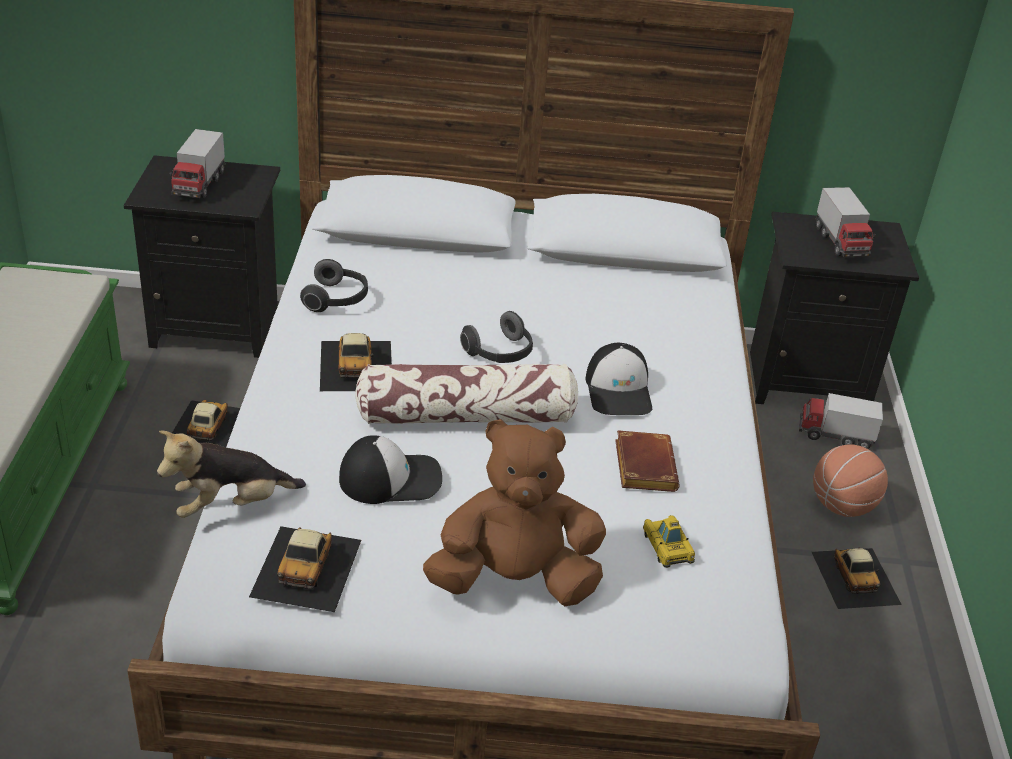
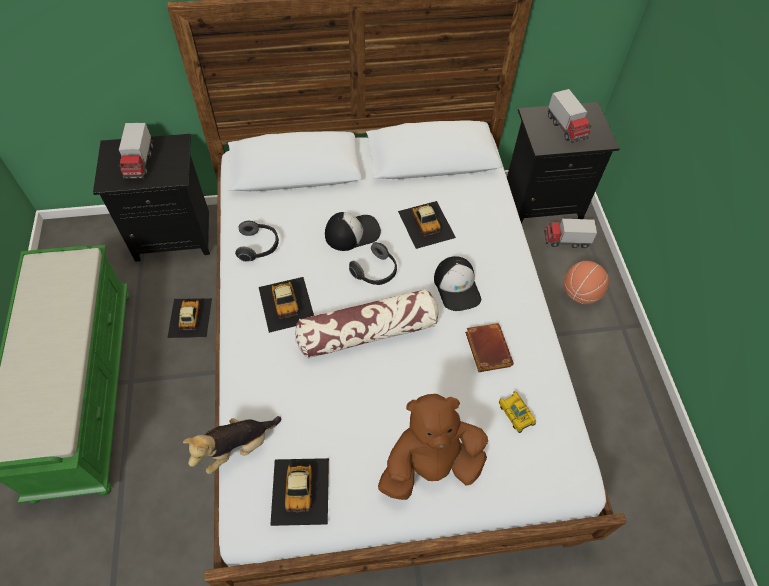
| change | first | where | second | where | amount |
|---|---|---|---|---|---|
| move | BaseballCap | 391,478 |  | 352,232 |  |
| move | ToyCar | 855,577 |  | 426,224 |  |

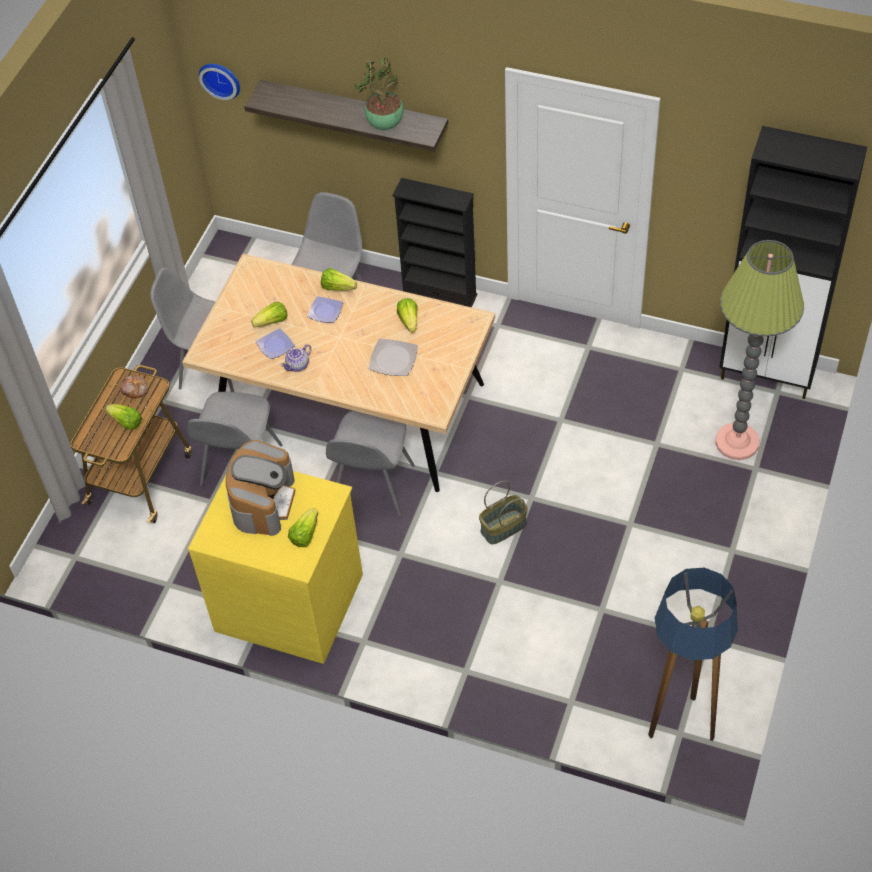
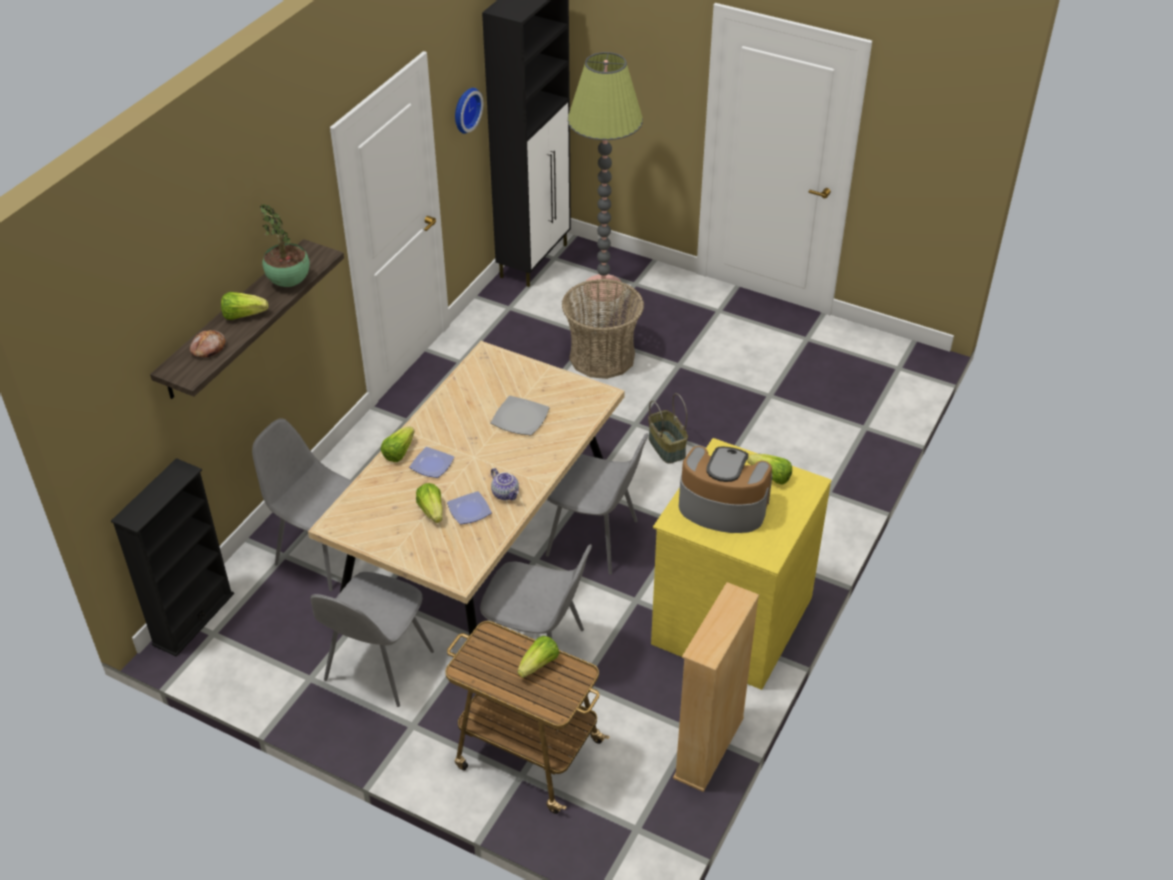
| change | first | where | second | where | amount |
|---|---|---|---|---|---|
| move | HangingClock | 221,78 |  | 465,109 |  |
| move | BlackColouredBookshelf | 439,295 |  | 193,619 |  |
| move | Lettuce | 409,321 |  | 243,315 |  |
| move | BakeryBread | 135,389 |  | 208,348 |  |
| delete | StandardLamp | 678,726 |  |  |  |
| insert |  |  | StorageBasket | 602,357 |  |
| insert |  |  | BeigeBookshelf | 709,748 |  |

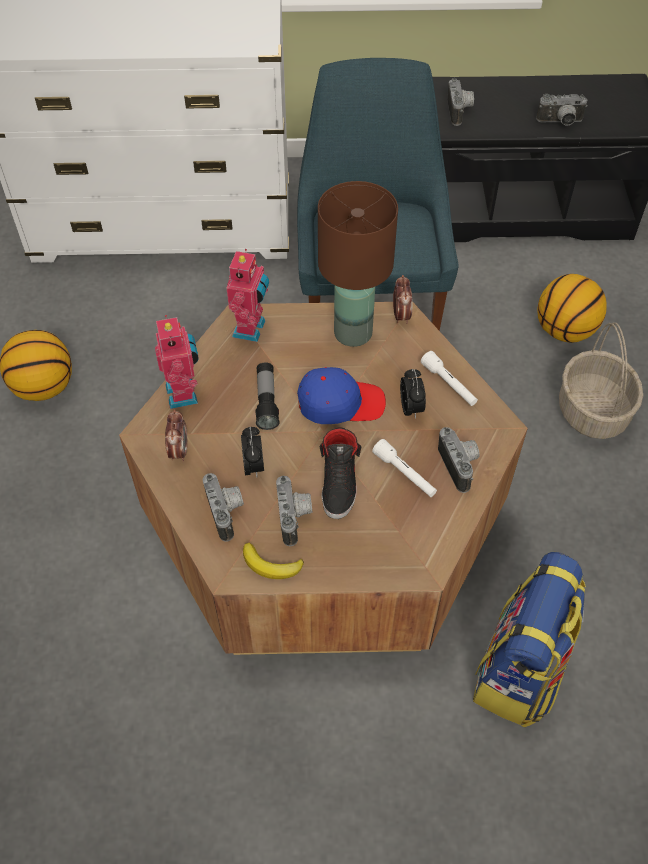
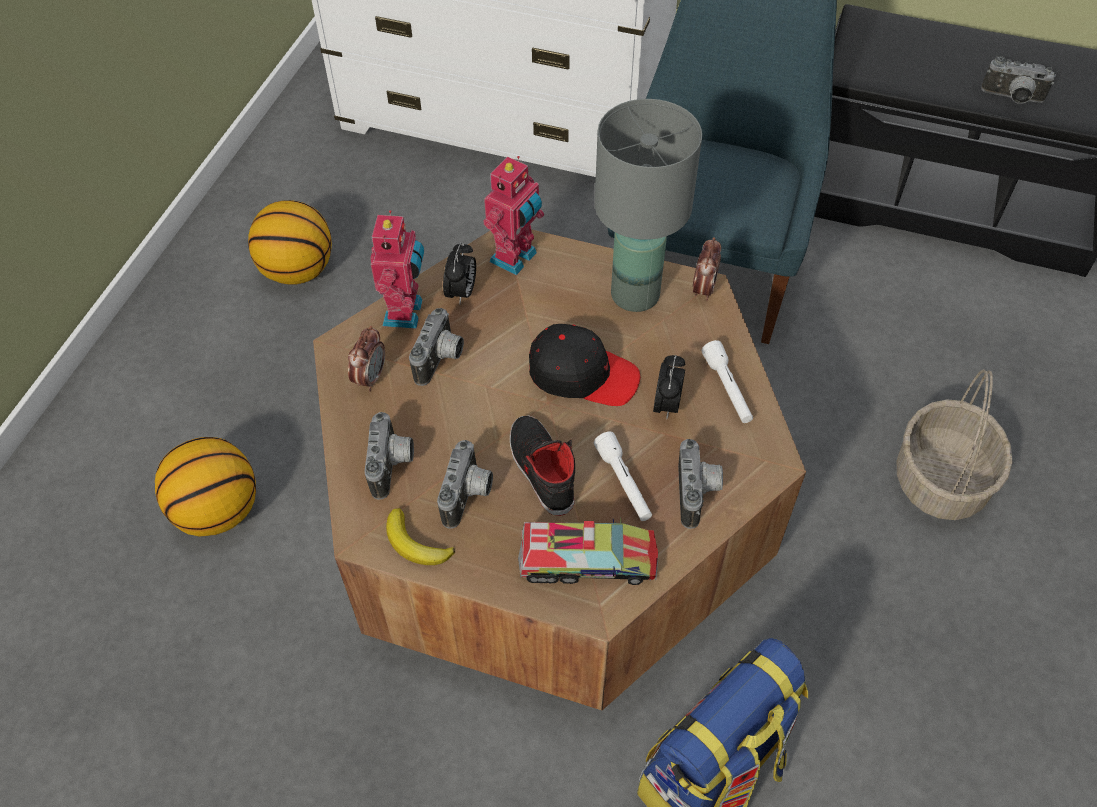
| change | first | where | second | where | amount |
|---|---|---|---|---|---|
| move | PhotoCamera | 460,112 |  | 441,360 |  |
| recolor | BrownTableLamp | 354,333 | GreyTableLamp | 636,295 |  |
| move | BasketballBall | 564,330 |  | 217,510 |  |
| delete | HandTorch | 266,401 |  |  |  |
| recolor | BluishBaseballCap | 340,403 | BlackColouredBaseballCap | 582,374 |  |
| move | TableClock | 254,467 |  | 461,293 |  |
| rotate | BlackColouredShoe | 339,482 |  | 540,469 | 135 degrees clockwise |
| insert |  |  | ModelTruck | 587,561 |  |

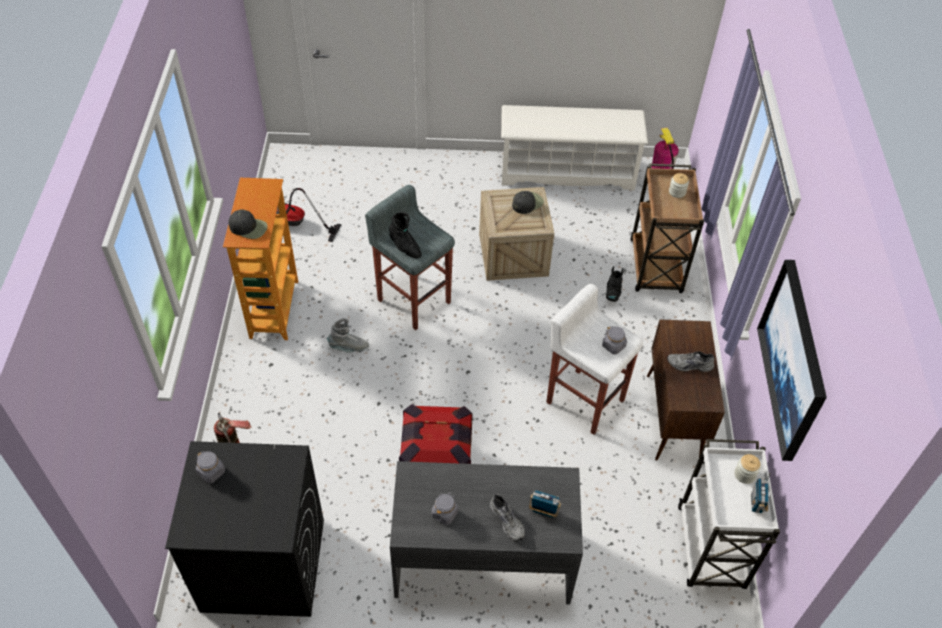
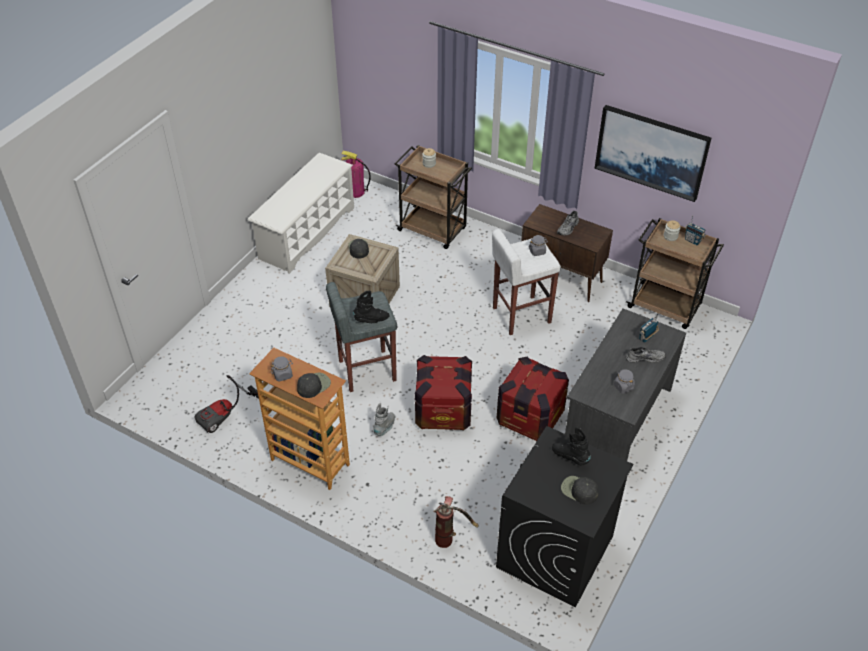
| change | first | where | second | where | amount |
|---|---|---|---|---|---|
| move | BlackColouredTallBoot | 613,293 |  | 570,457 |  |
| recolor | WhiteColouredTrolley | 711,549 | BrownTrolley | 665,307 |  |
| move | GreyStorageJar | 211,472 |  | 283,374 |  |
| insert |  |  | PackingCrate | 443,411 |  |
| insert |  |  | BlackColouredBaseballCap | 579,490 |  |

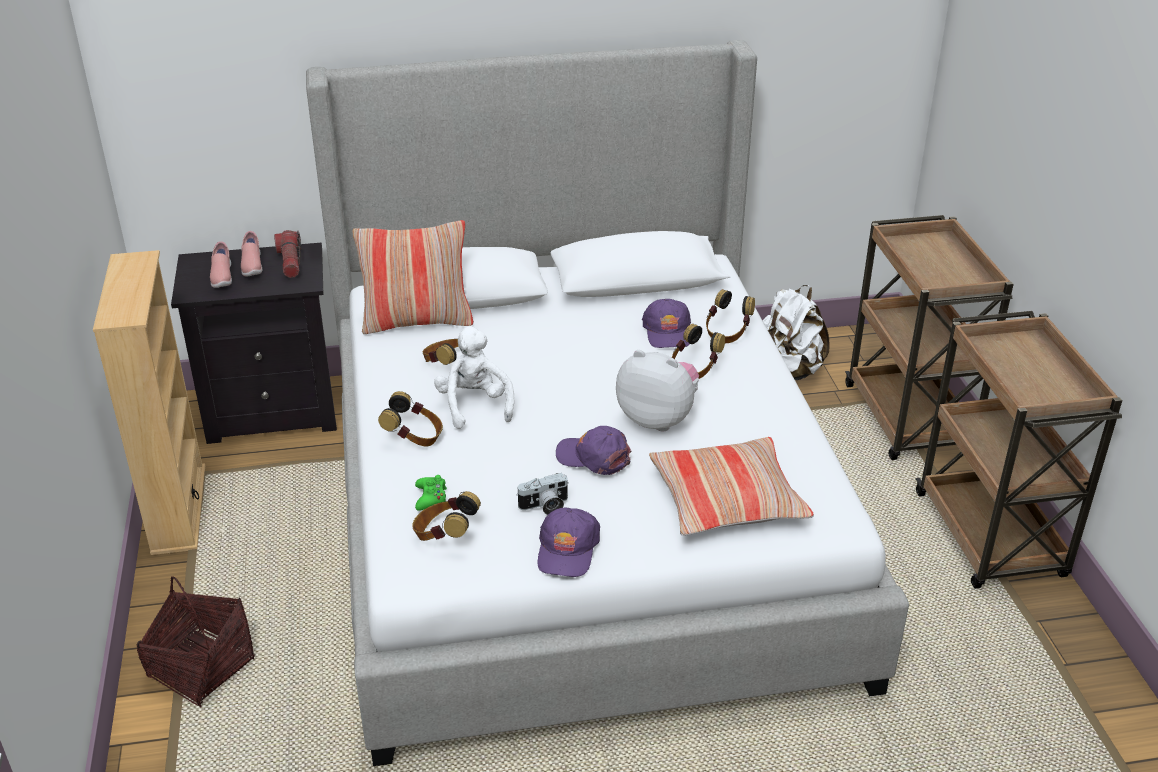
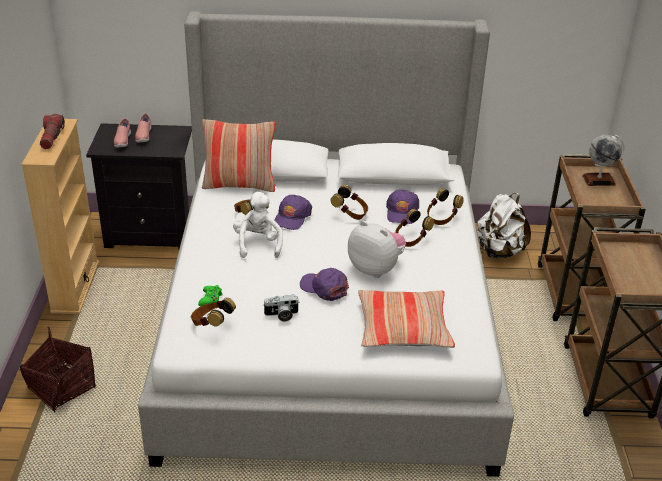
| change | first | where | second | where | amount |
|---|---|---|---|---|---|
| move | HandTorch | 290,262 |  | 52,137 |  |
| move | Headphones | 414,438 |  | 350,214 |  |
| move | PurplishBaseballCap | 567,549 |  | 292,217 |  |
| insert |  |  | WorldGlobe | 599,180 |  |

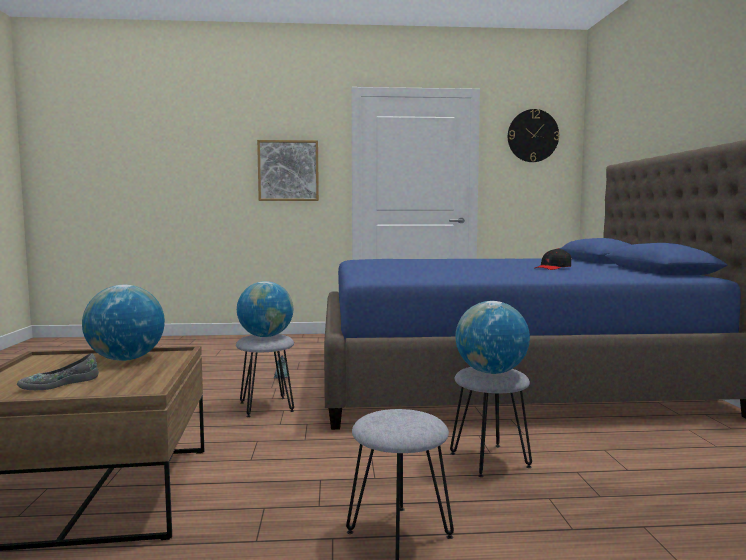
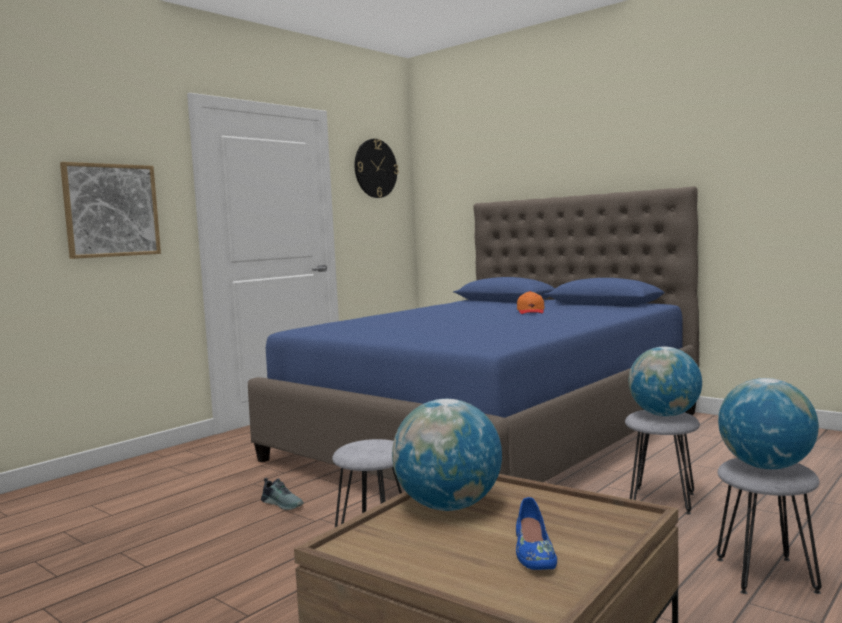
| change | first | where | second | where | amount |
|---|---|---|---|---|---|
| recolor | BlackColouredBaseballCap | 553,268 | OrangeyBaseballCap | 531,311 |  |
| move | WorldGlobe | 266,336 |  | 766,466 |  |
| recolor | GreyShoe | 59,384 | BluishShoe | 533,552 |  |

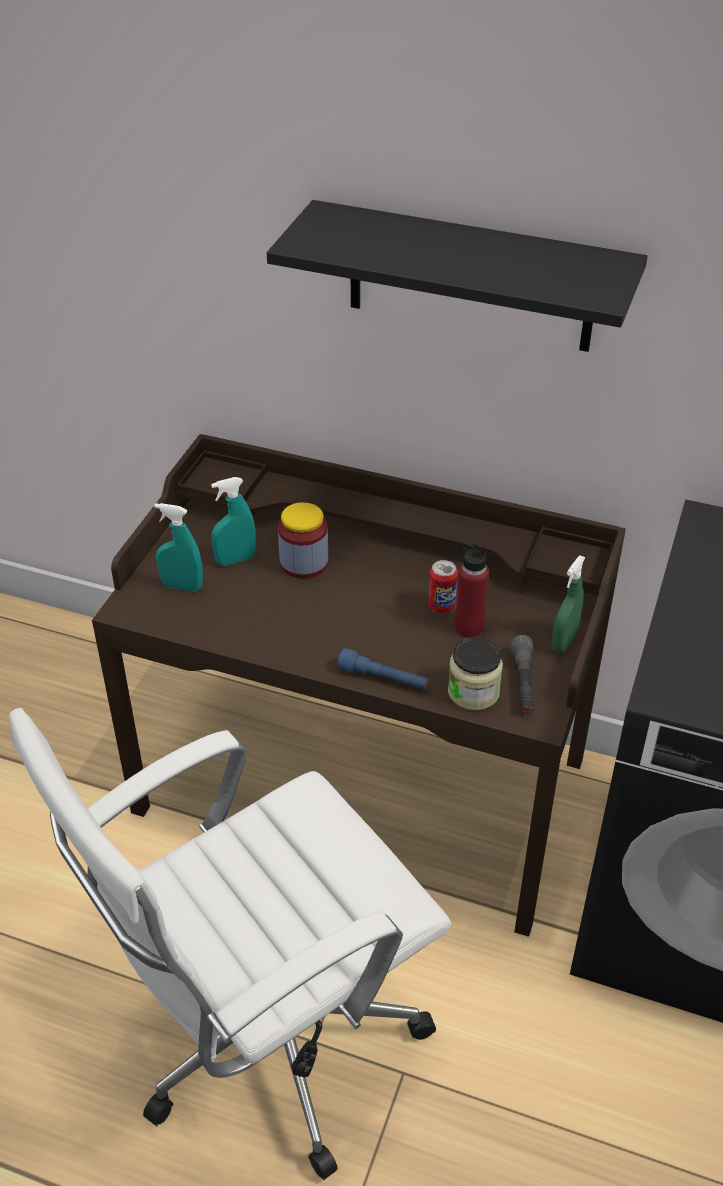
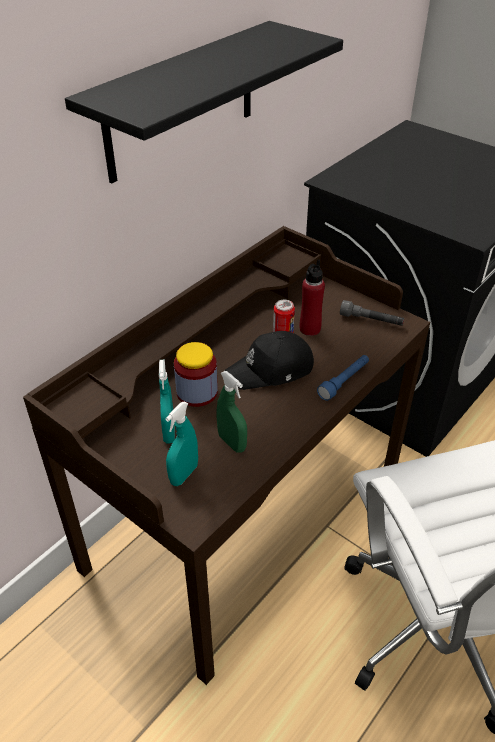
| change | first | where | second | where | amount |
|---|---|---|---|---|---|
| move | GreenishHandSprayer | 564,642 |  | 232,443 |  |
| delete | StorageJar | 473,692 |  |  |  |
| insert |  |  | BlackColouredBaseballCap | 271,370 |  |

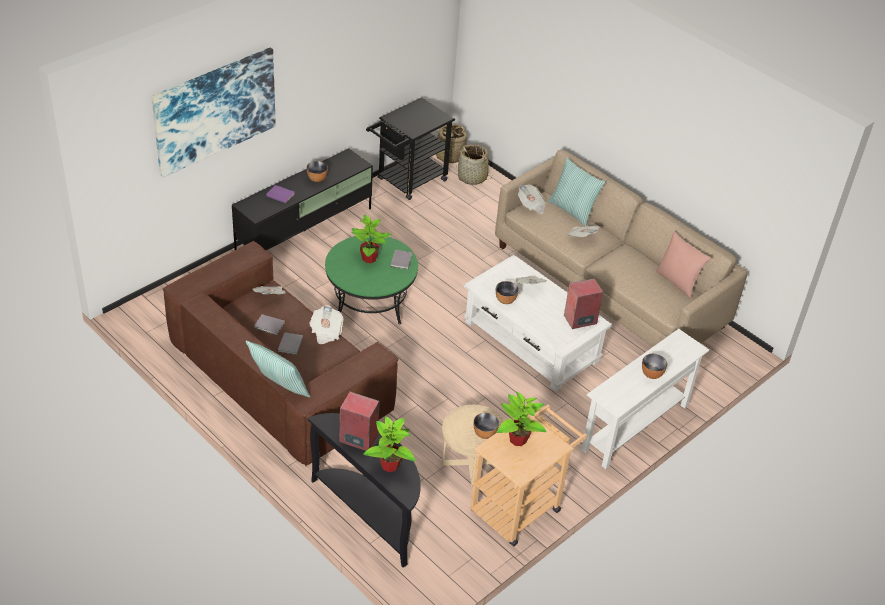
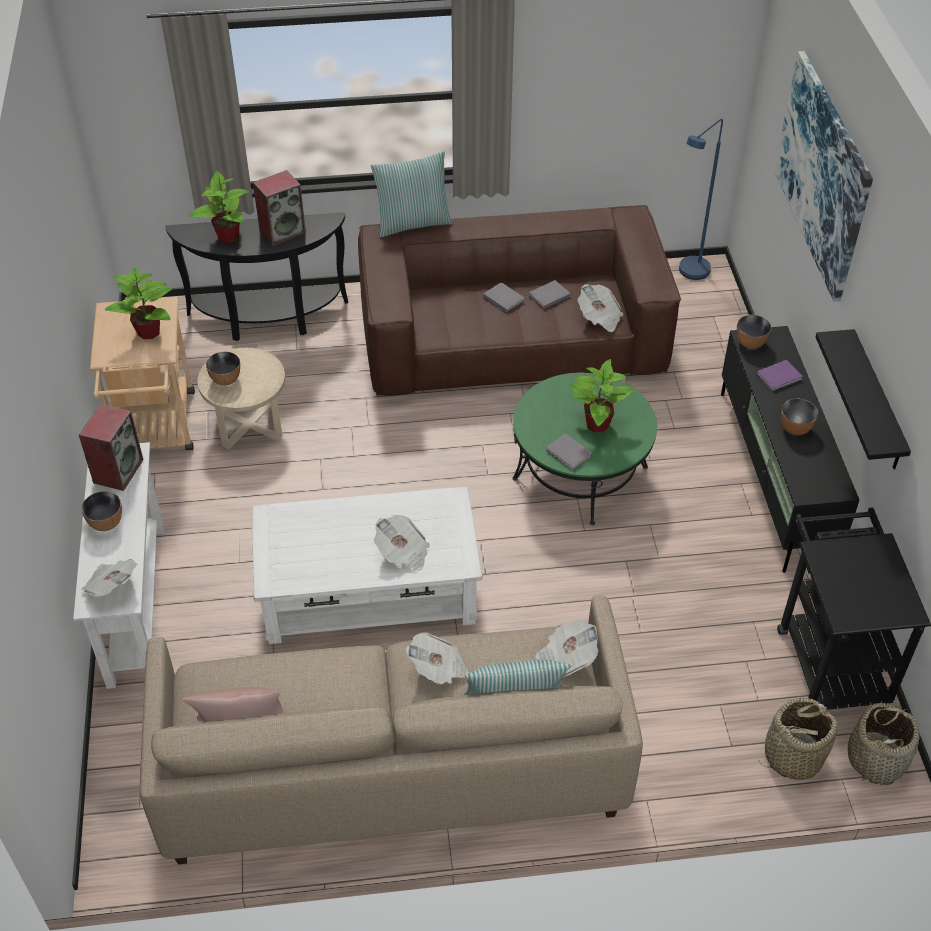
| change | first | where | second | where | amount |
|---|---|---|---|---|---|
| move | Loudspeaker | 580,320 |  | 118,470 |  |
| move | DeepDish | 505,300 |  | 750,343 |  |
| move | PrintedPaper | 326,332 |  | 112,586 |  |
| insert |  |  | BluishStandardLamp | 689,274 |  |
| insert |  |  | BlackColouredBracketShelf | 876,402 |  |

